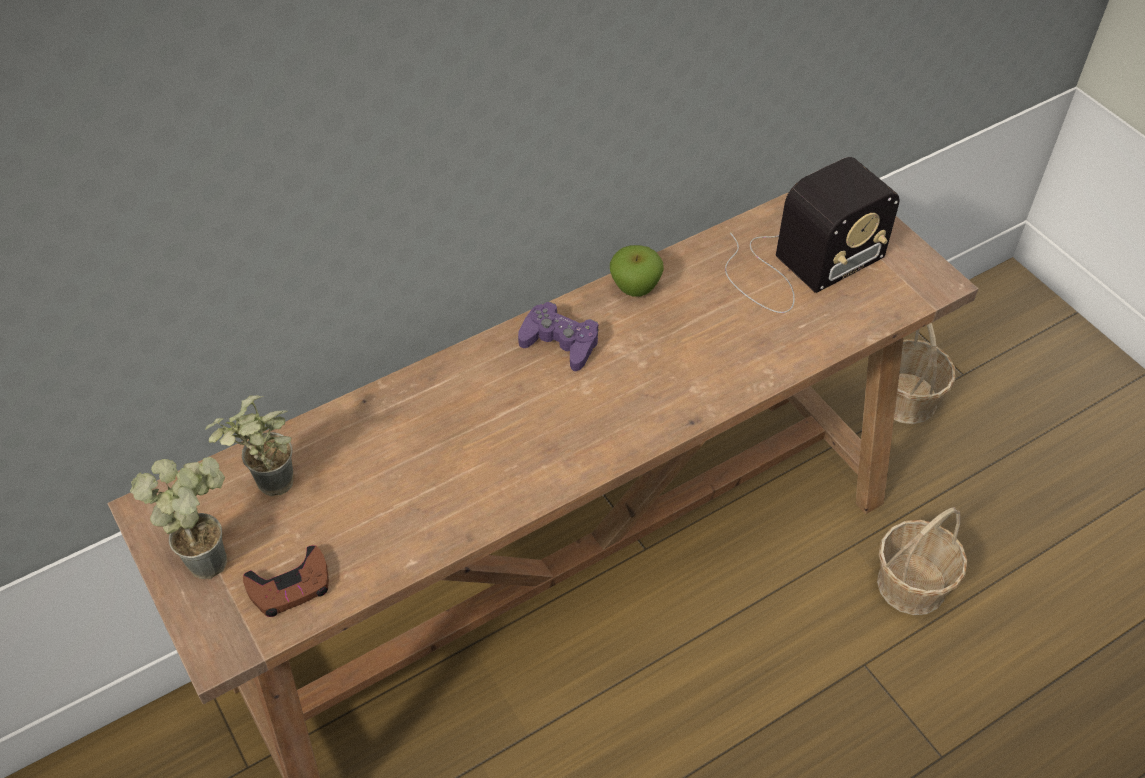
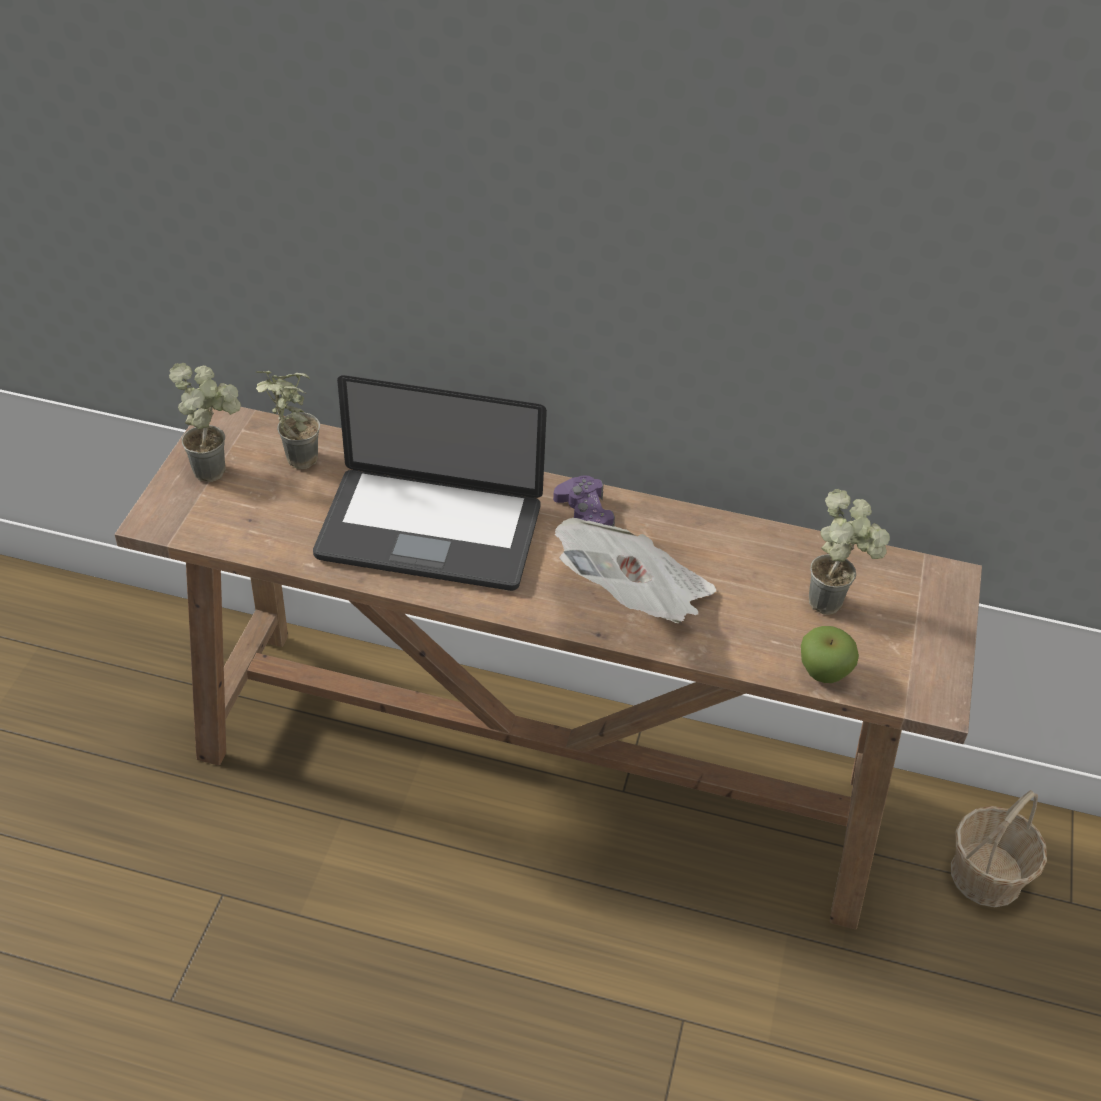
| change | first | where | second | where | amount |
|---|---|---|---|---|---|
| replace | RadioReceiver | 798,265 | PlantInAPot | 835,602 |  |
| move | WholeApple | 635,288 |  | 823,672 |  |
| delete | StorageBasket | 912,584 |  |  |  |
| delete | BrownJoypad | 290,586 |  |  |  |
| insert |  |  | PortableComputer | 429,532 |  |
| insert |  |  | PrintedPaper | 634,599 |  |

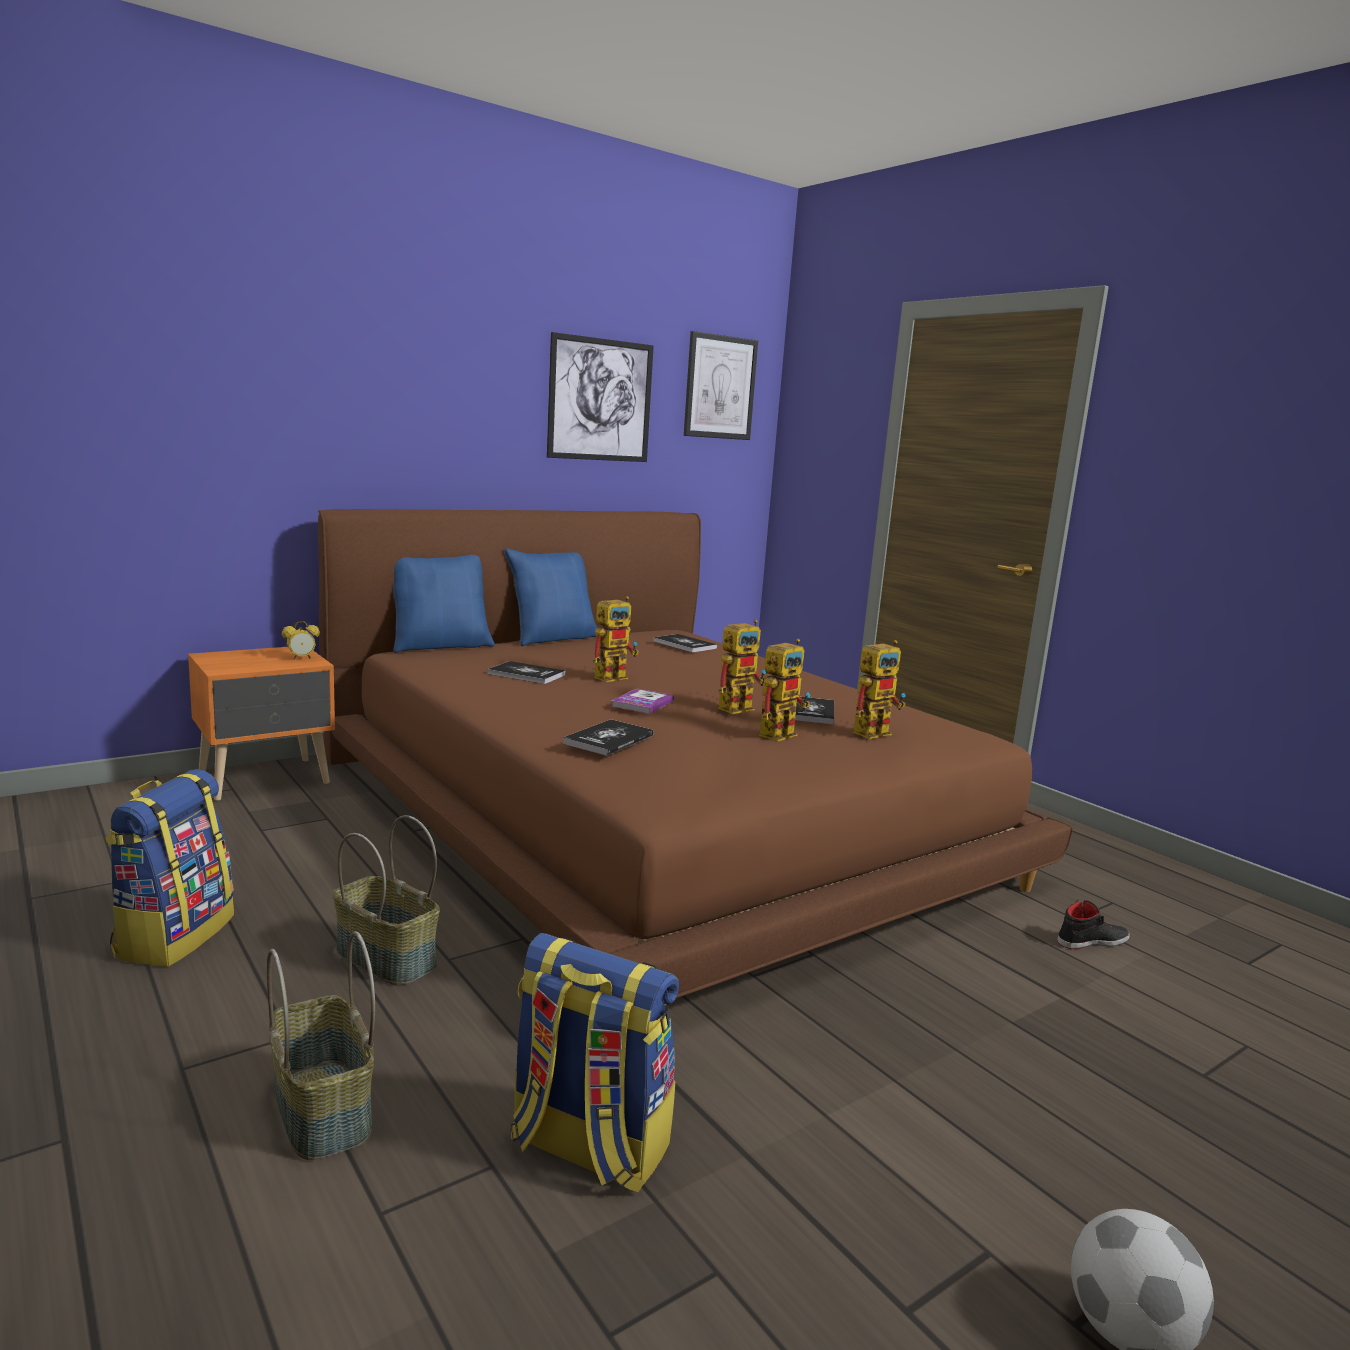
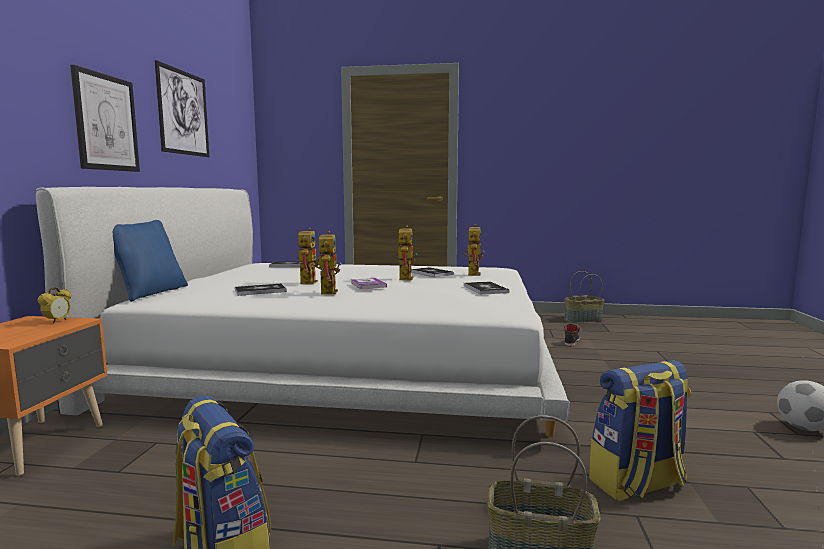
| change | first | where | second | where | amount |
|---|---|---|---|---|---|
| move | WallPicture | 720,387 |  | 106,123 |  |
| recolor | BrownBedroomBed | 653,815 | WhiteColouredBedroomBed | 346,363 |  |
| delete | BluishThrowPillow | 552,638 |  |  |  |
| move | RobotFigure | 780,733 |  | 327,291 |  |
| move | Volume | 609,739 |  | 485,289 |  |
| move | StorageBasket | 384,958 |  | 583,319 |  |

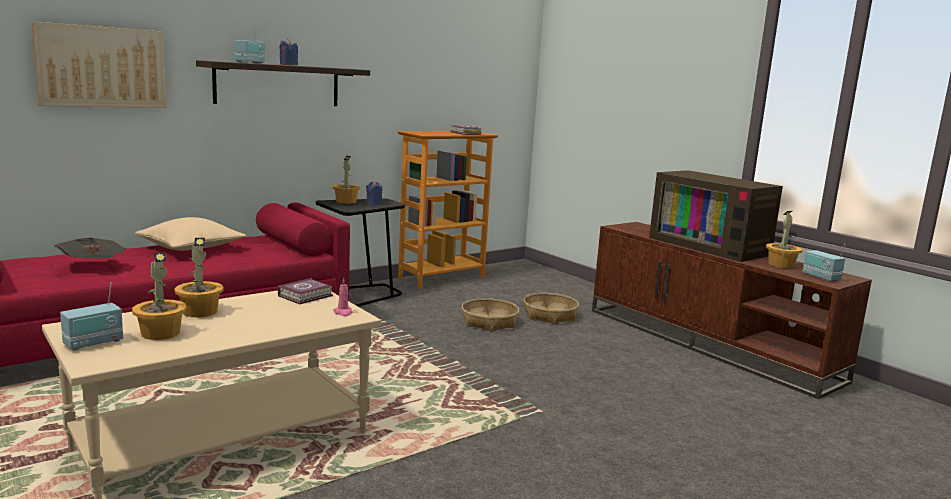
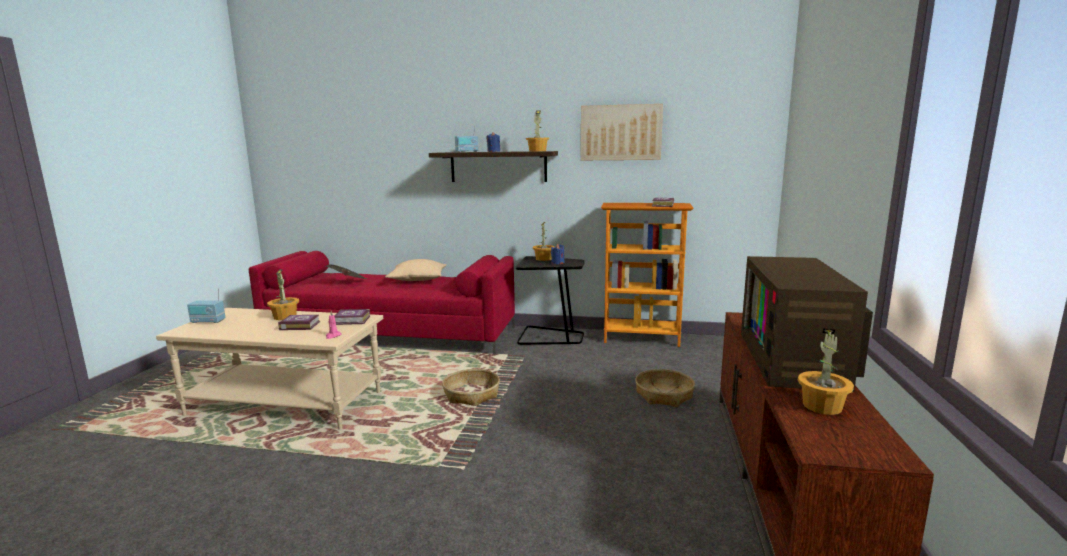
| change | first | where | second | where | amount |
|---|---|---|---|---|---|
| move | WallPicture | 102,67 |  | 620,132 |  |
| delete | RadioReceiver | 820,277 |  |  |  |
| move | PlantInAPot | 160,333 |  | 537,151 |  |
| move | StorageBasket | 489,322 |  | 471,394 |  |
| insert |  |  | Volume | 299,325 |  |

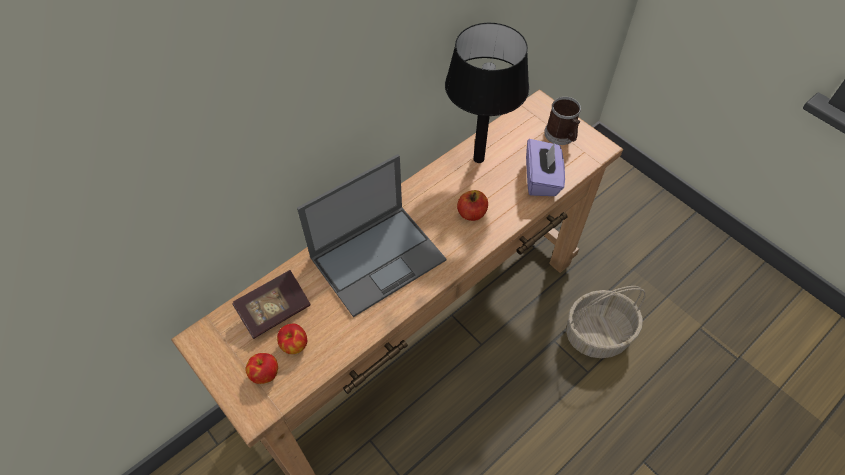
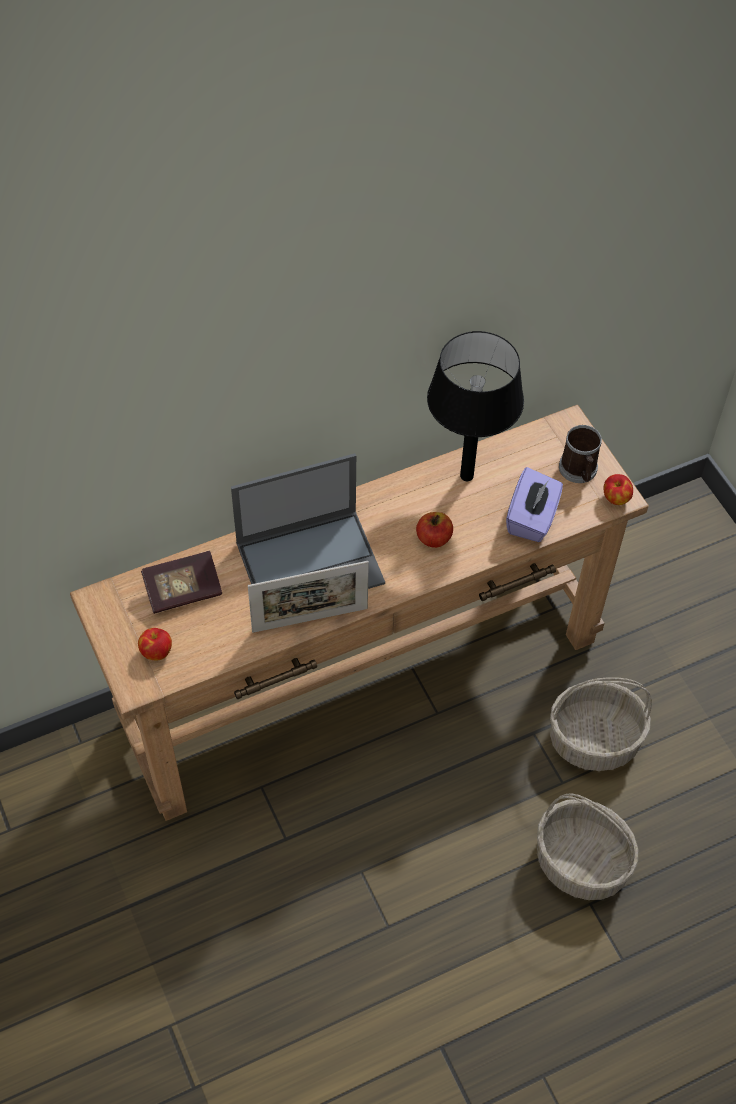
| change | first | where | second | where | amount |
|---|---|---|---|---|---|
| move | WholeApple | 294,345 |  | 615,498 |  |
| insert |  |  | PictureFrame | 310,620 |  |
| insert |  |  | StorageBasket | 582,863 |  |

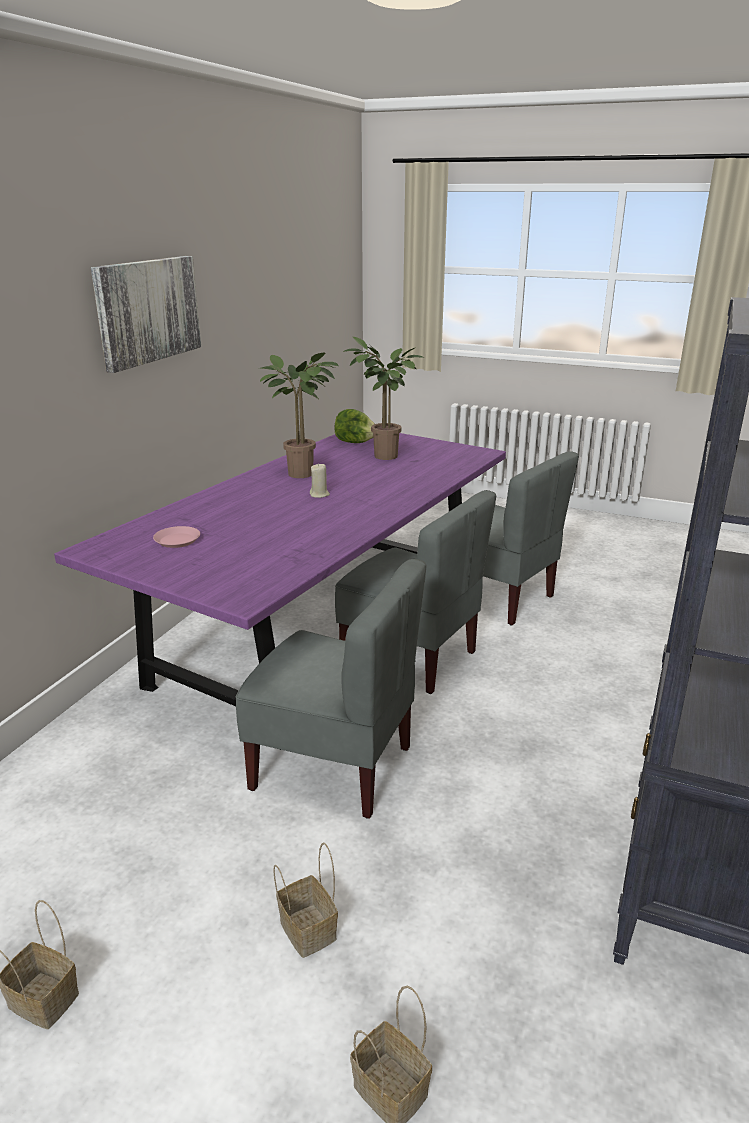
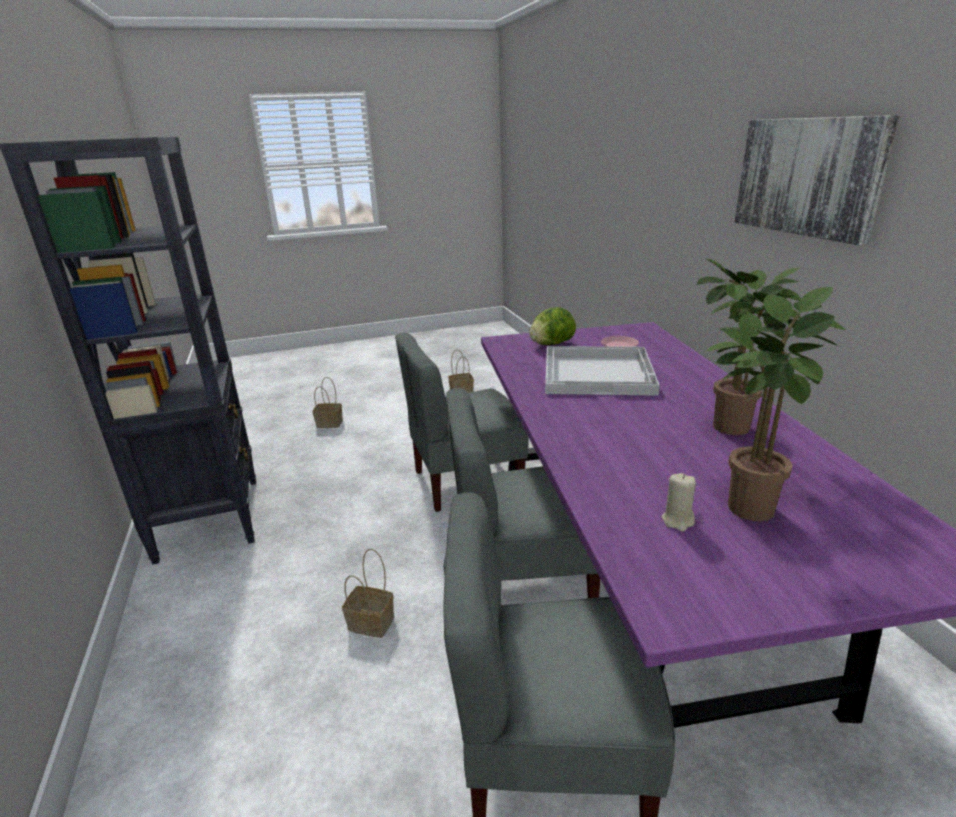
| change | first | where | second | where | amount |
|---|---|---|---|---|---|
| move | Lettuce | 354,442 |  | 551,344 |  |
| move | BeigeWaxLight | 319,494 |  | 678,521 |  |
| move | StorageBasket | 306,929 |  | 373,622 |  |
| insert |  |  | WhiteColouredServingTray | 598,373 |  |

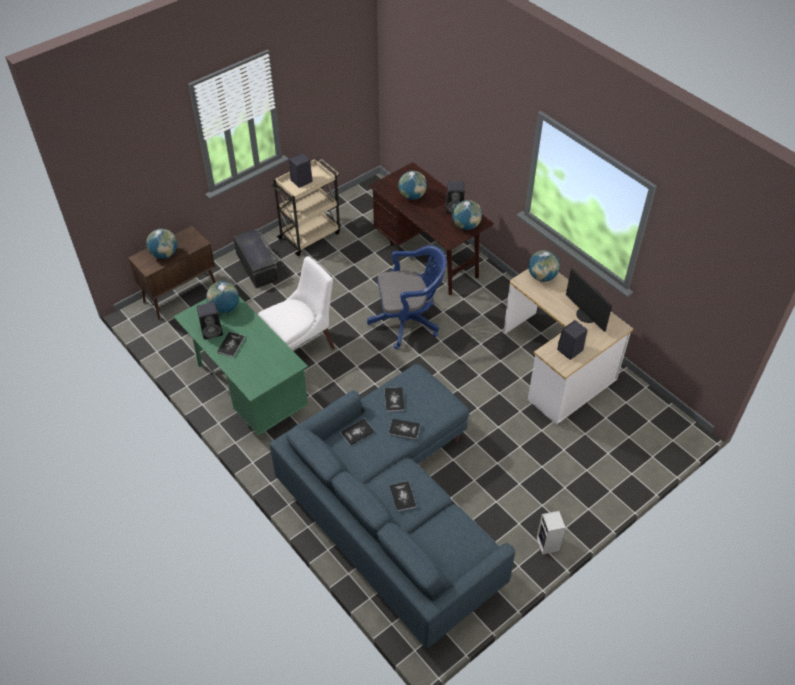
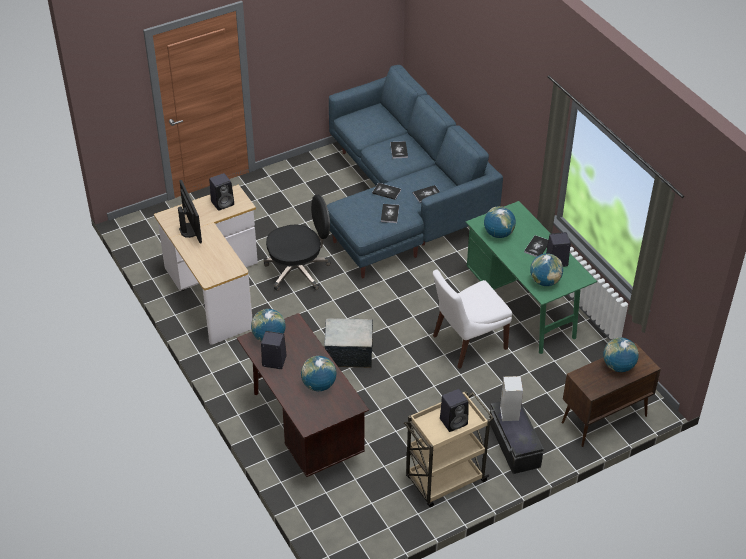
| change | first | where | second | where | amount |
|---|---|---|---|---|---|
| replace | BluishOfficeChair | 408,321 | StorageContainer | 348,353 |  |
| move | WorldGlobe | 542,277 |  | 498,234 |  |
| move | Loudspeaker | 548,545 |  | 508,412 |  |
| insert |  |  | BlackColouredOfficeChair | 298,270 |  |

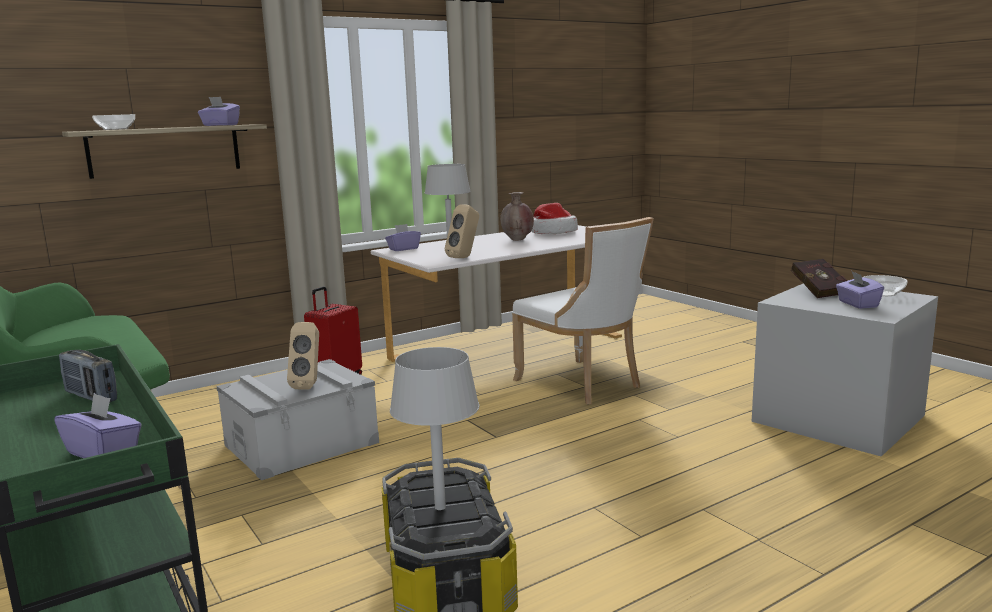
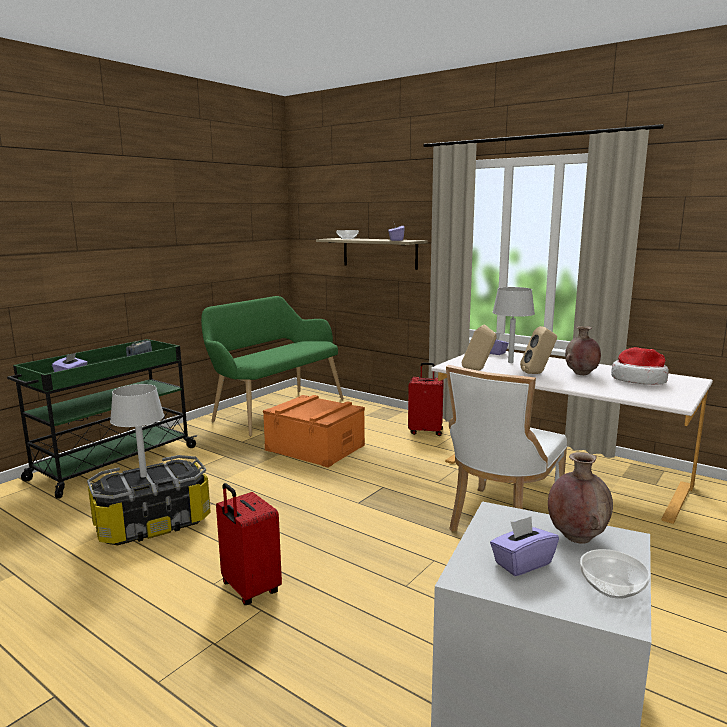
| change | first | where | second | where | amount |
|---|---|---|---|---|---|
| replace | ReddishVolume | 818,291 | BrownFlowerVase | 576,537 |  |
| move | BeigeLoudspeaker | 309,385 |  | 538,373 |  |
| recolor | GreyStorageContainer | 301,444 | OrangeyStorageContainer | 315,447 |  |
| insert |  |  | ReddishPieceOfLuggage | 249,589 |  |

